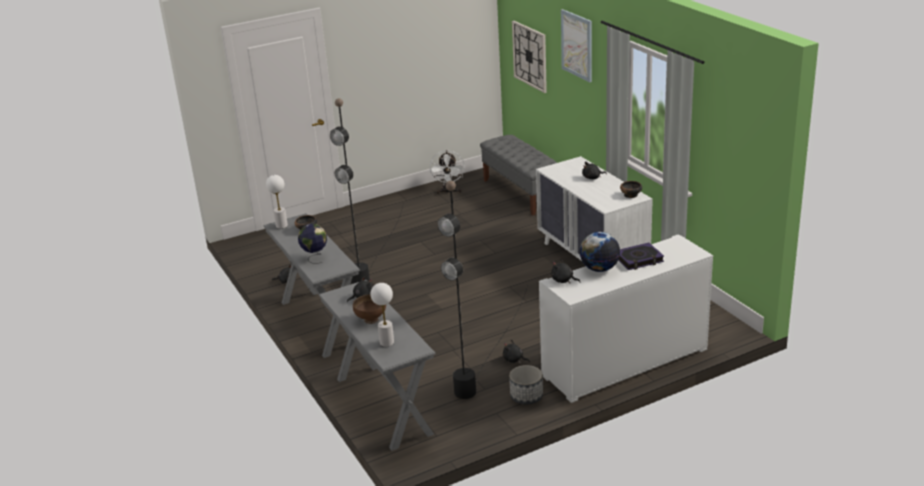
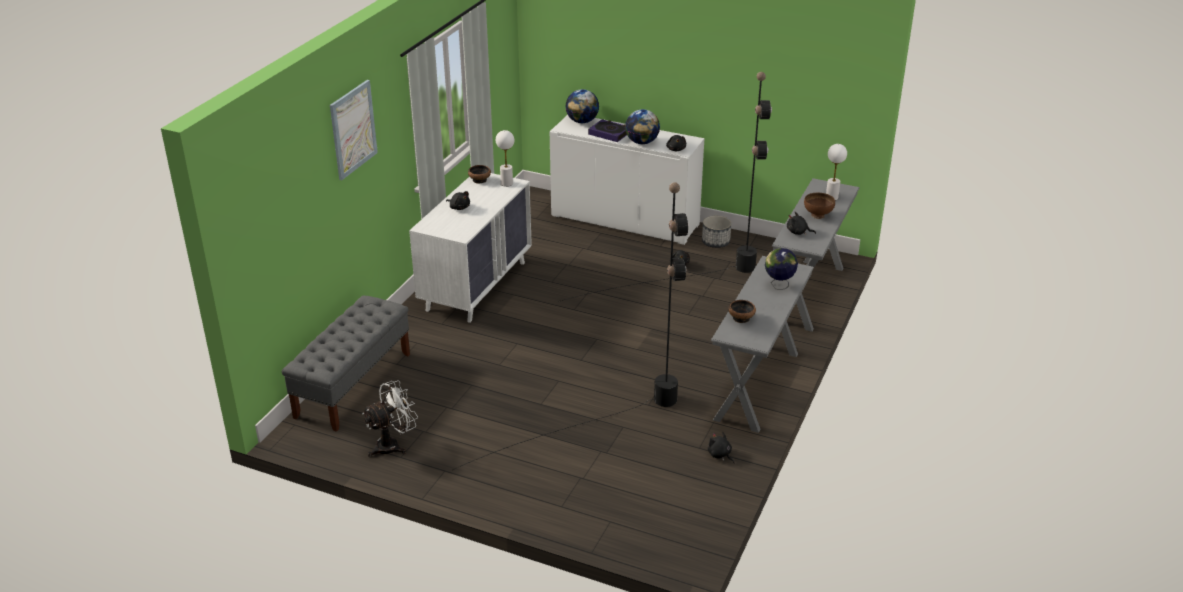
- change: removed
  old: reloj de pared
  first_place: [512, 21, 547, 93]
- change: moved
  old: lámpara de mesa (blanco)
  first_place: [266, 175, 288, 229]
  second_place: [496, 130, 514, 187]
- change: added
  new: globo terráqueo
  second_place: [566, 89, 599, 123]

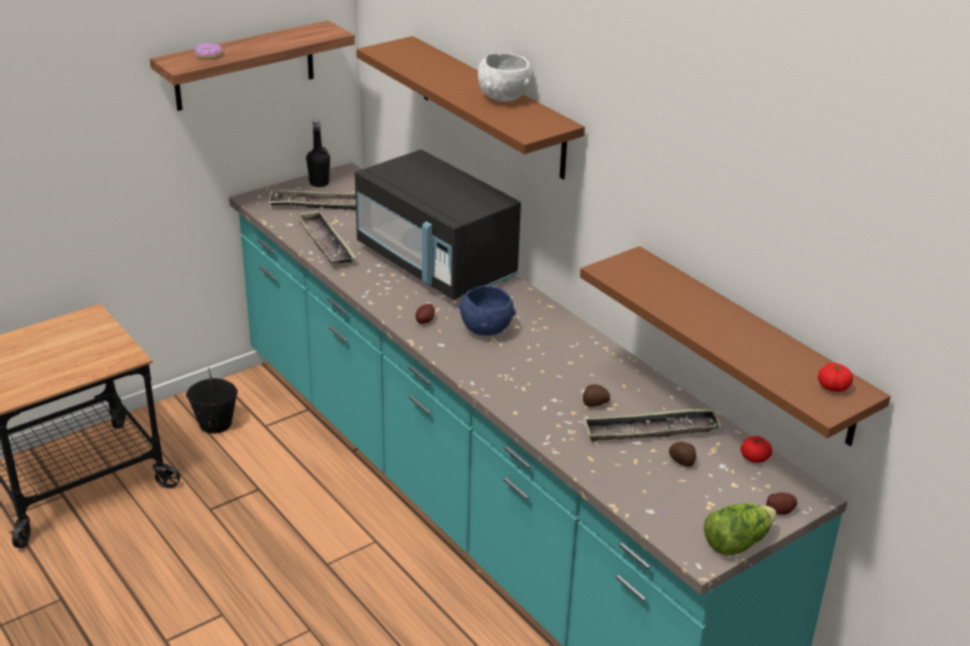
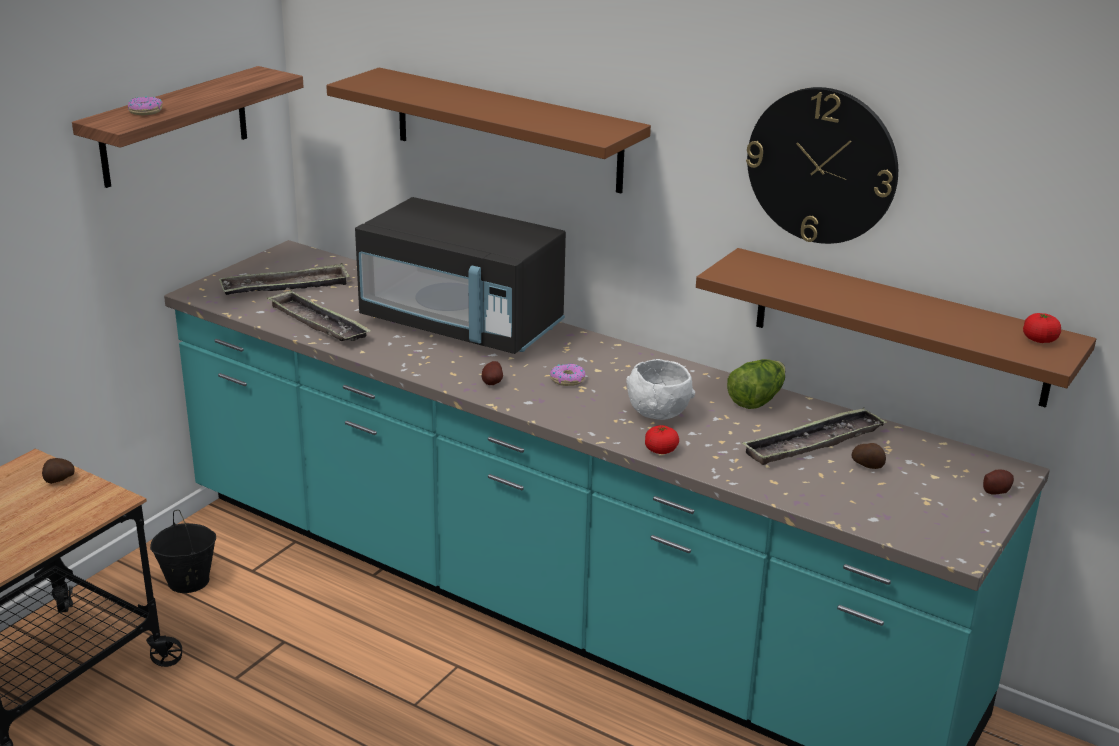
- change: moved
  old: cuenco (blanco)
  first_place: [478, 53, 531, 102]
  second_place: [626, 359, 695, 420]
- change: removed
  old: botella (negro)
  first_place: [306, 119, 330, 187]
- change: replaced
  old: cuenco (azul)
  new: rosquilla
  first_place: [458, 286, 516, 336]
  second_place: [550, 364, 585, 386]
- change: moved
  old: patata
  first_place: [583, 384, 610, 407]
  second_place: [42, 458, 74, 484]
- change: moved
  old: tomate
  first_place: [740, 436, 772, 463]
  second_place: [645, 425, 679, 454]
- change: moved
  old: lechuga
  first_place: [704, 503, 776, 556]
  second_place: [727, 359, 785, 409]
- change: added
  new: reloj de pared
  second_place: [746, 87, 898, 244]

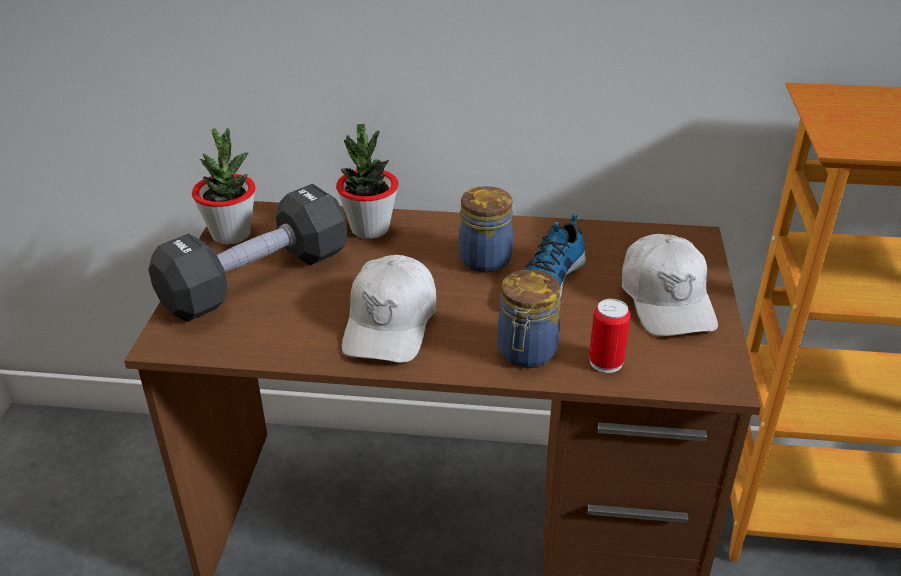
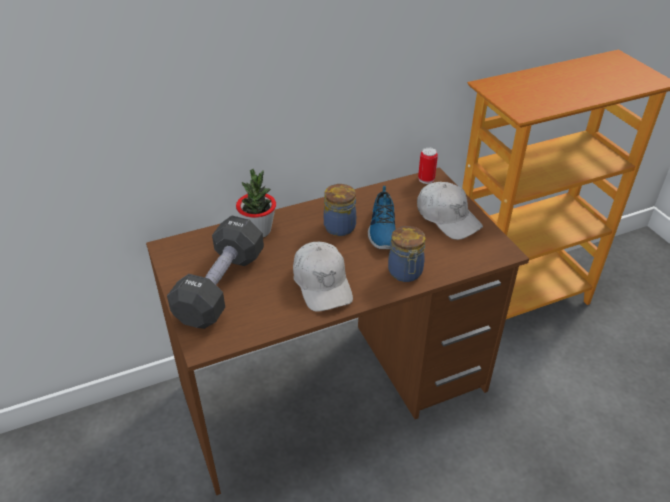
- change: removed
  old: planta en maceta
  first_place: [192, 128, 256, 244]
- change: moved
  old: lata
  first_place: [589, 299, 631, 373]
  second_place: [418, 148, 438, 184]

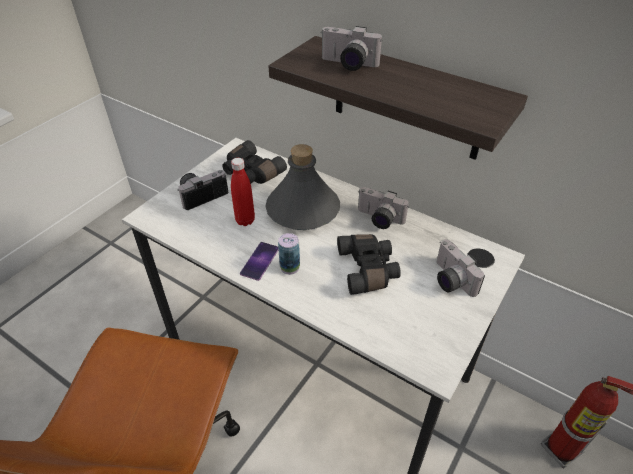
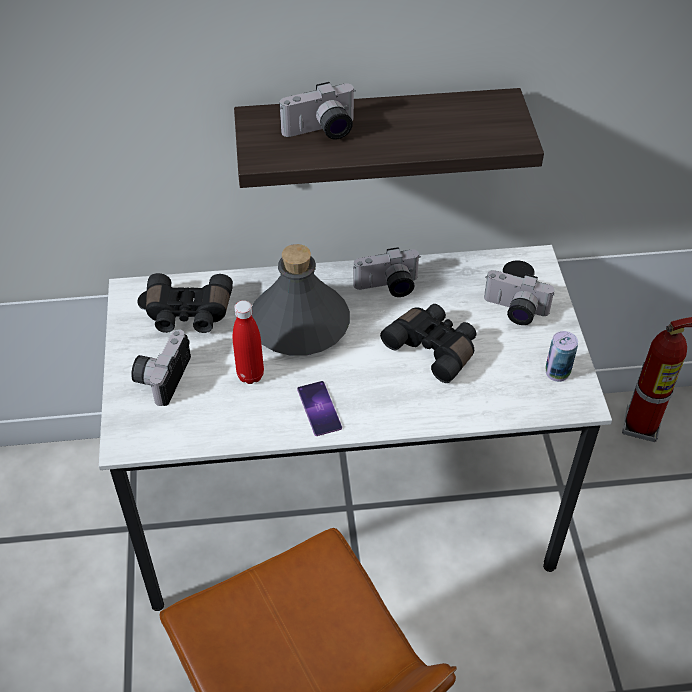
- change: moved
  old: lata
  first_place: [278, 233, 300, 275]
  second_place: [545, 331, 578, 382]

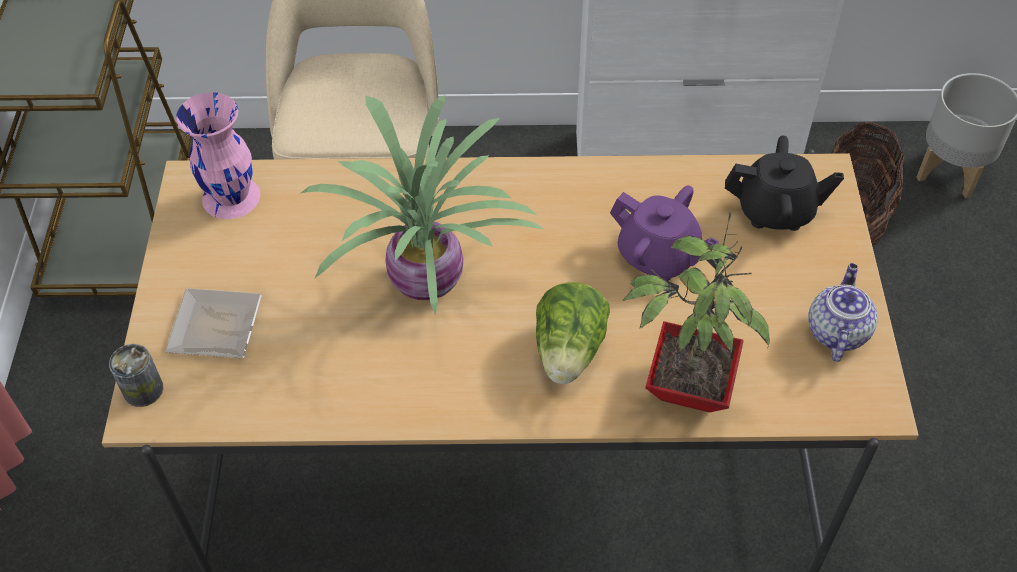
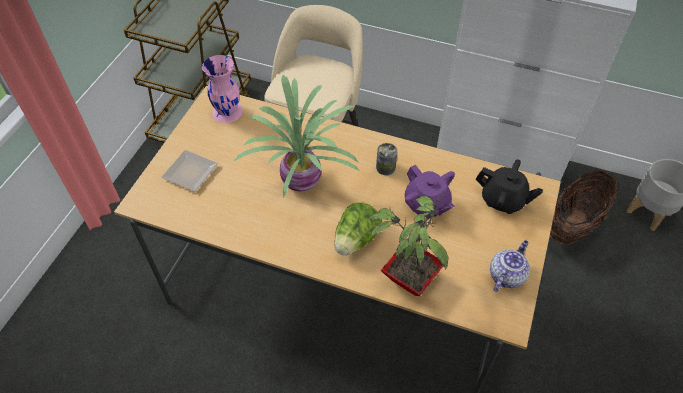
- change: moved
  old: lata
  first_place: [109, 344, 163, 407]
  second_place: [376, 143, 398, 175]

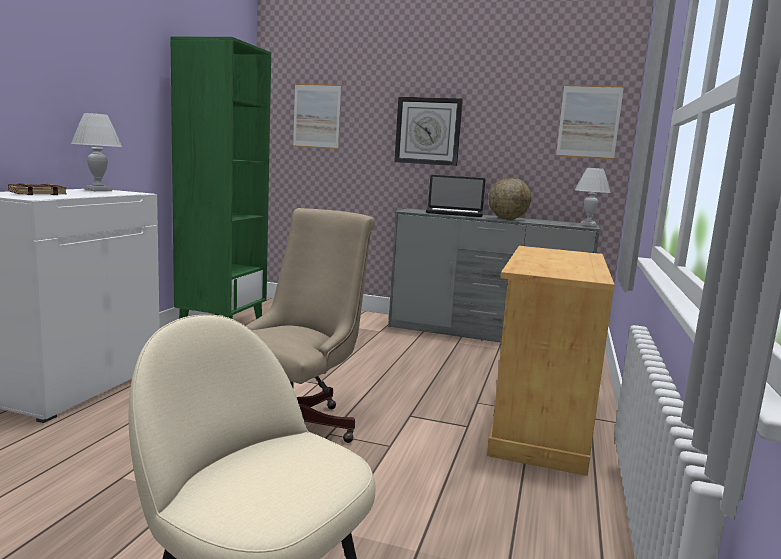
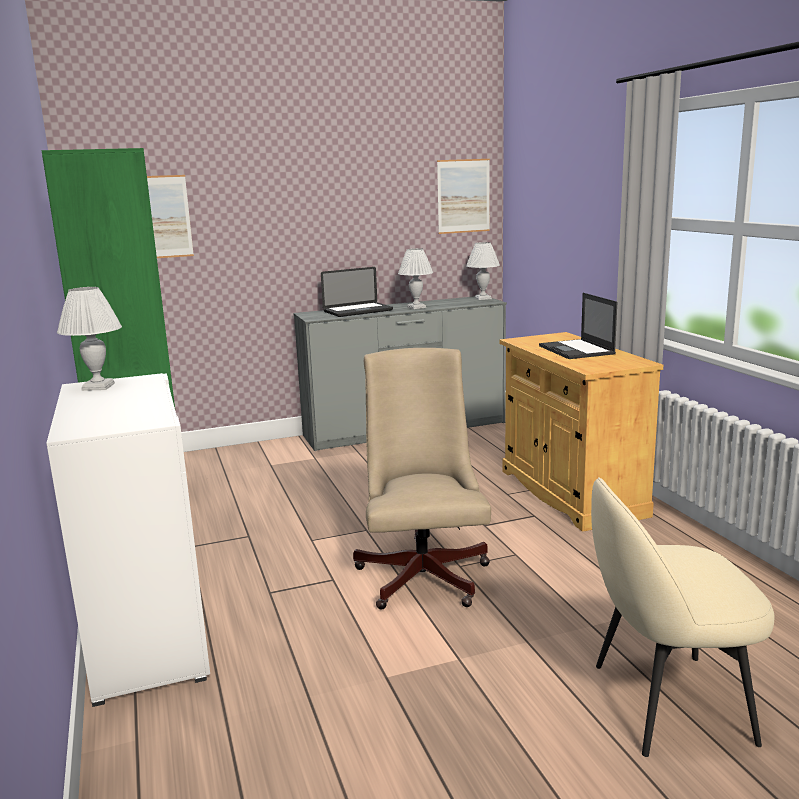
- change: removed
  old: reloj de pared
  first_place: [394, 97, 463, 166]
- change: replaced
  old: globo terráqueo
  new: lámpara de mesa (blanco)
  first_place: [489, 177, 531, 220]
  second_place: [398, 248, 433, 309]
- change: removed
  old: libro (marrón)
  first_place: [8, 183, 67, 195]
- change: added
  new: portátil
  second_place: [539, 293, 617, 359]

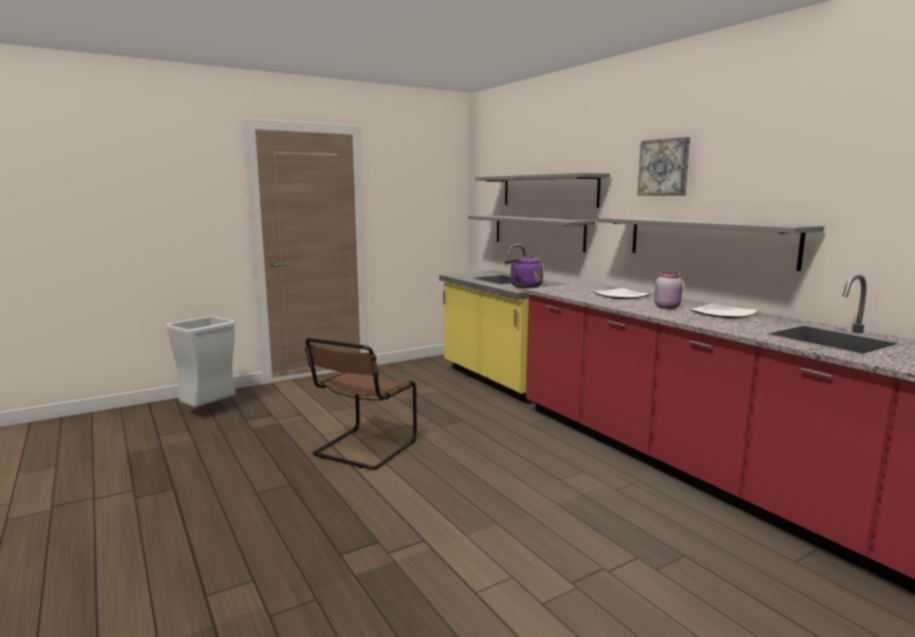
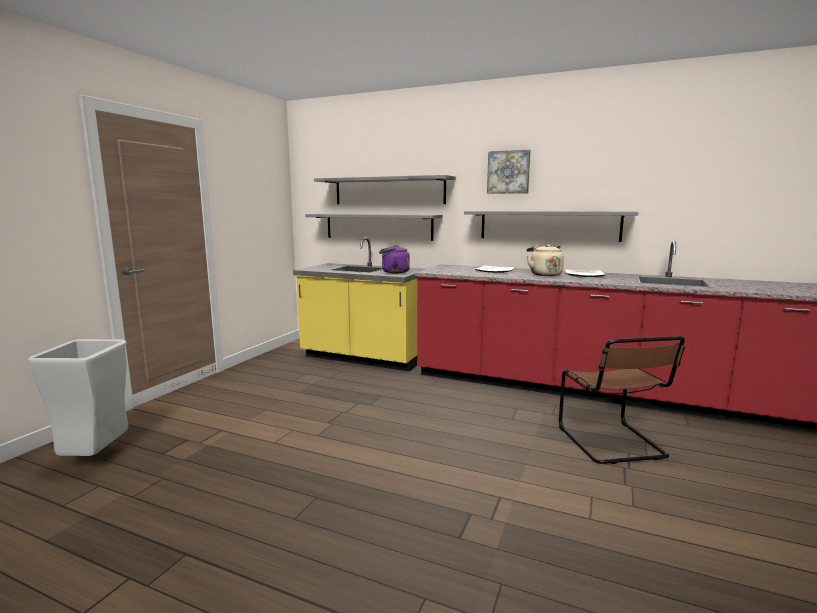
- change: replaced
  old: tarro (rosa)
  new: hervidor (beis)
  first_place: [654, 272, 683, 309]
  second_place: [527, 244, 564, 276]
- change: moved
  old: silla (marrón)
  first_place: [305, 338, 417, 470]
  second_place: [559, 336, 685, 464]

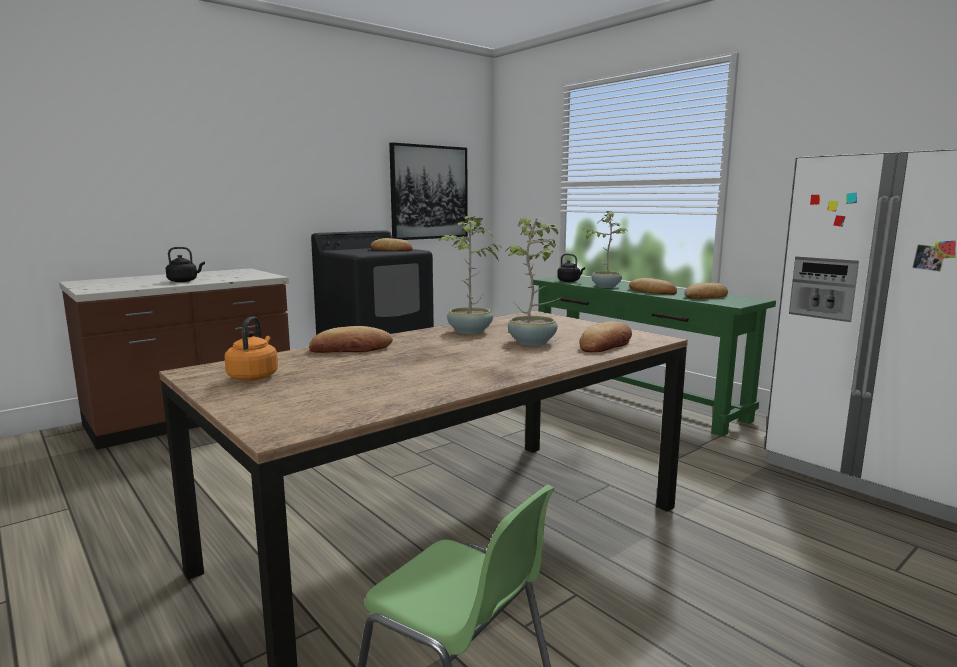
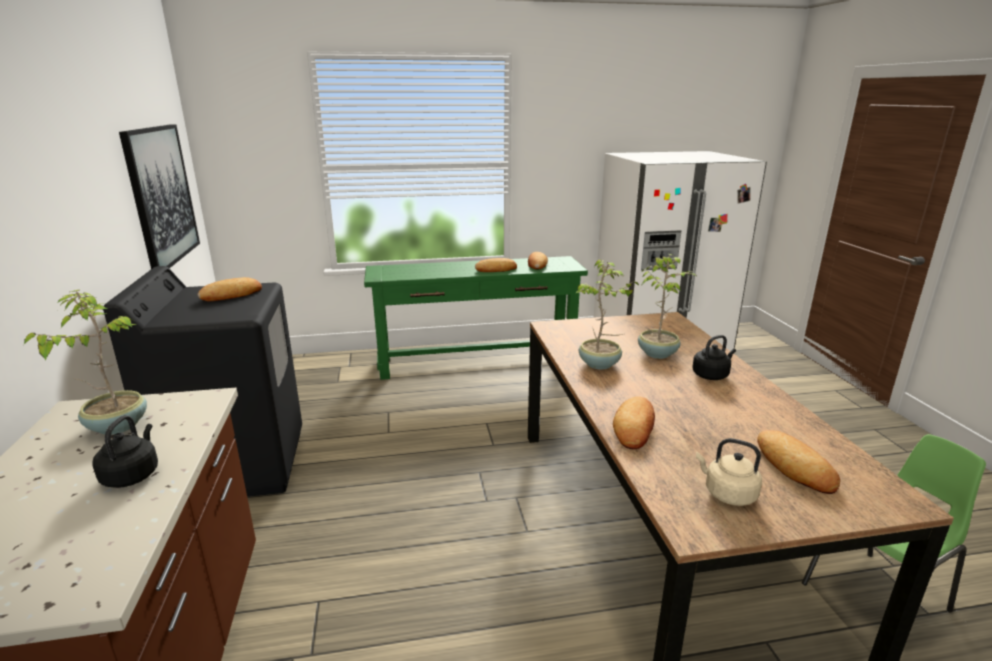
- change: moved
  old: planta en maceta
  first_place: [584, 211, 627, 288]
  second_place: [24, 289, 147, 435]
- change: moved
  old: hervidor (negro)
  first_place: [557, 254, 585, 282]
  second_place: [692, 335, 736, 380]
- change: recoloured
  old: hervidor (naranja)
  new: hervidor (beis)
  first_place: [224, 316, 278, 381]
  second_place: [696, 438, 762, 506]
- change: moved
  old: pan
  first_place: [579, 321, 632, 352]
  second_place: [758, 430, 840, 494]

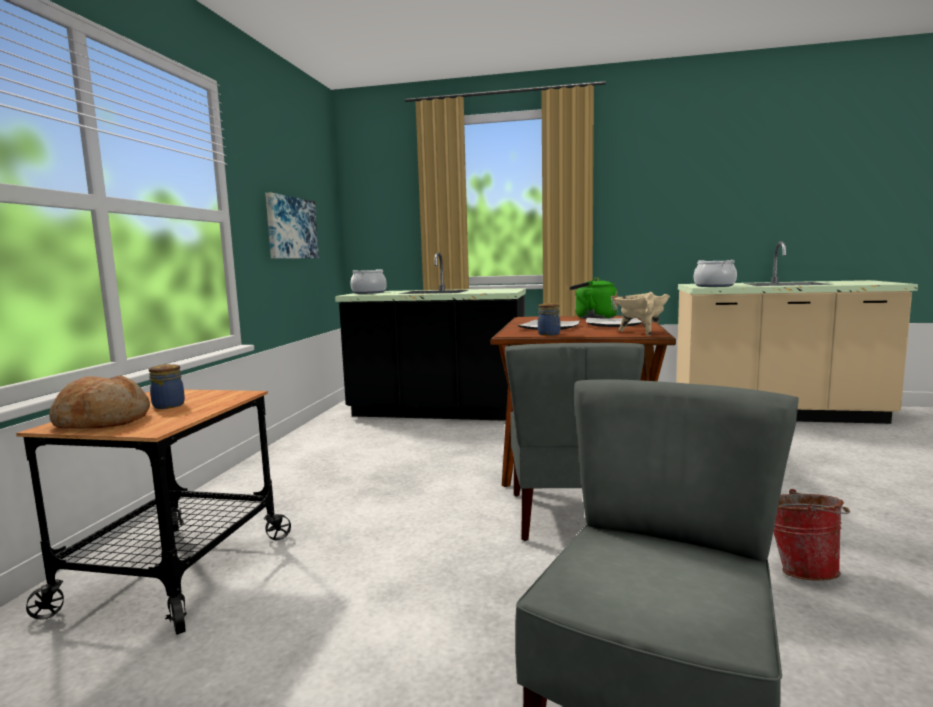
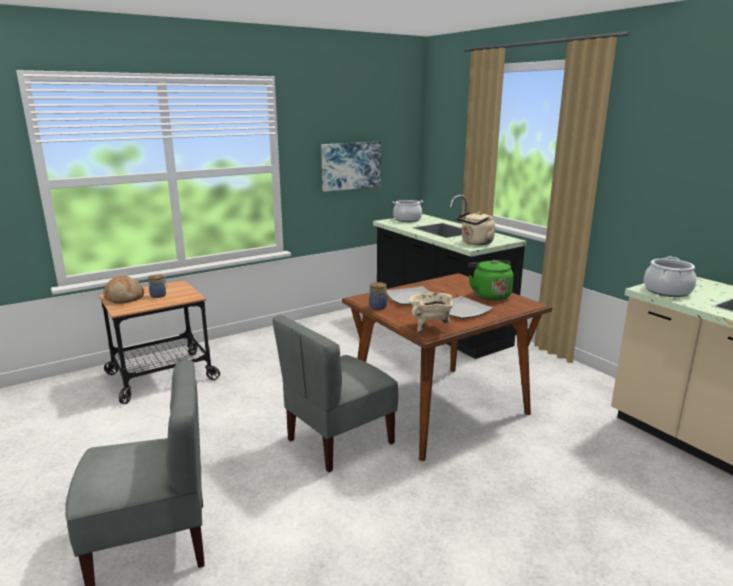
- change: removed
  old: cubo
  first_place: [773, 489, 850, 581]
- change: added
  new: hervidor (beis)
  second_place: [456, 212, 496, 245]

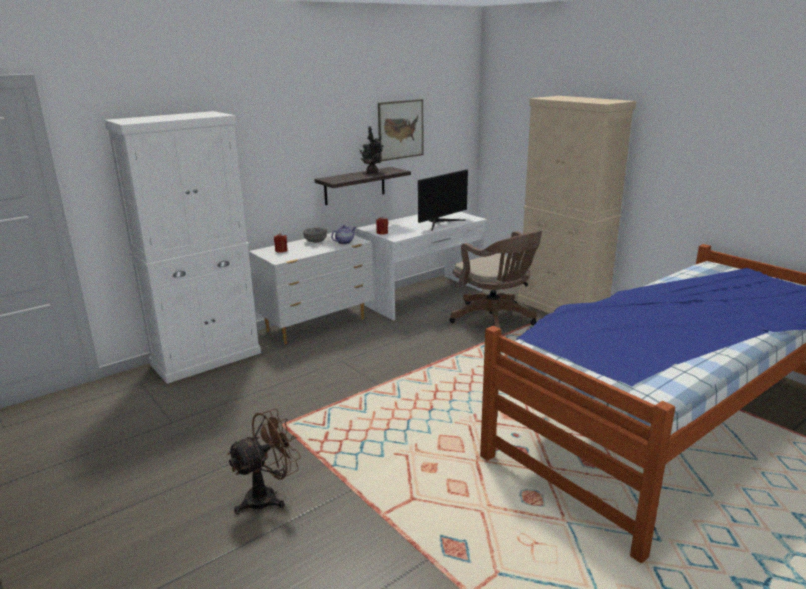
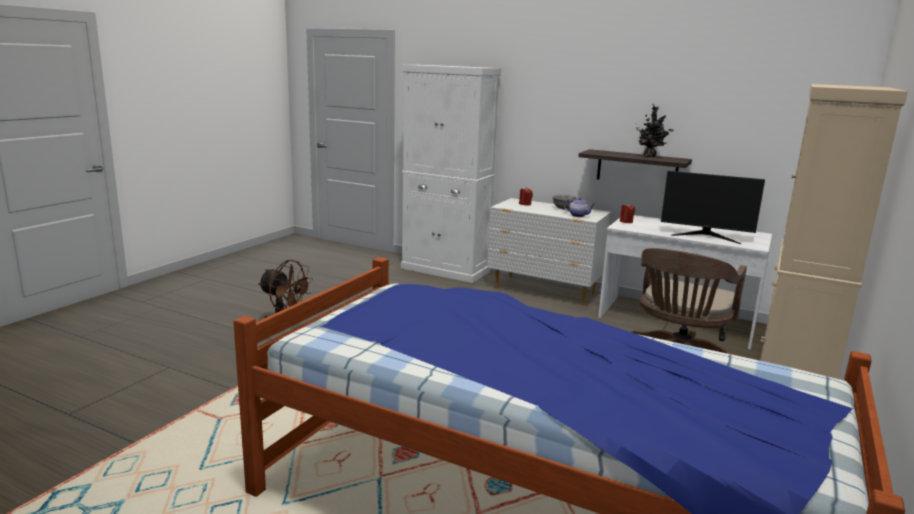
- change: removed
  old: cuadro
  first_place: [378, 99, 423, 161]

